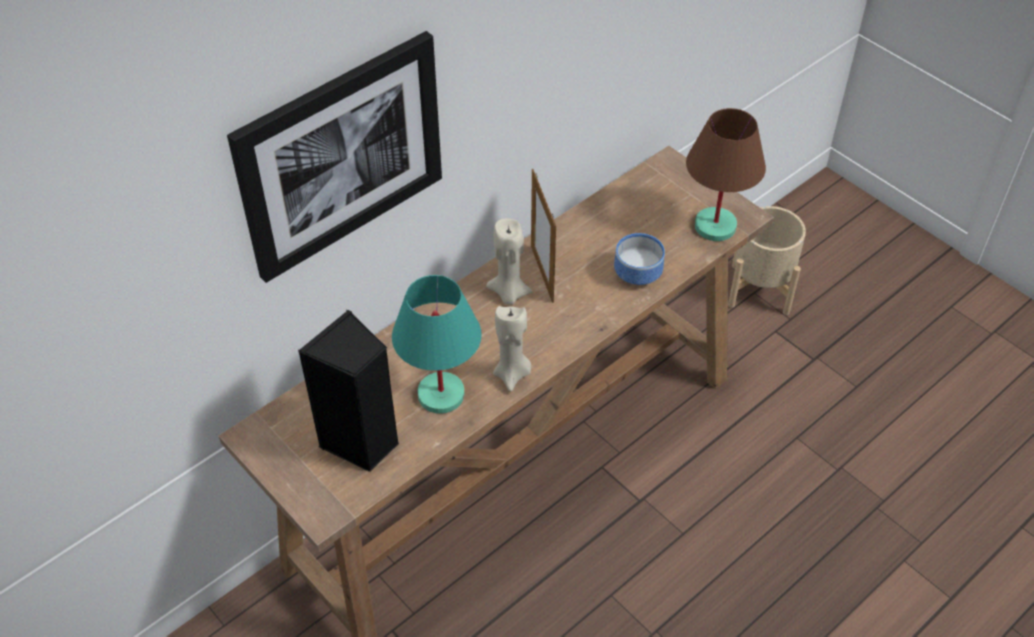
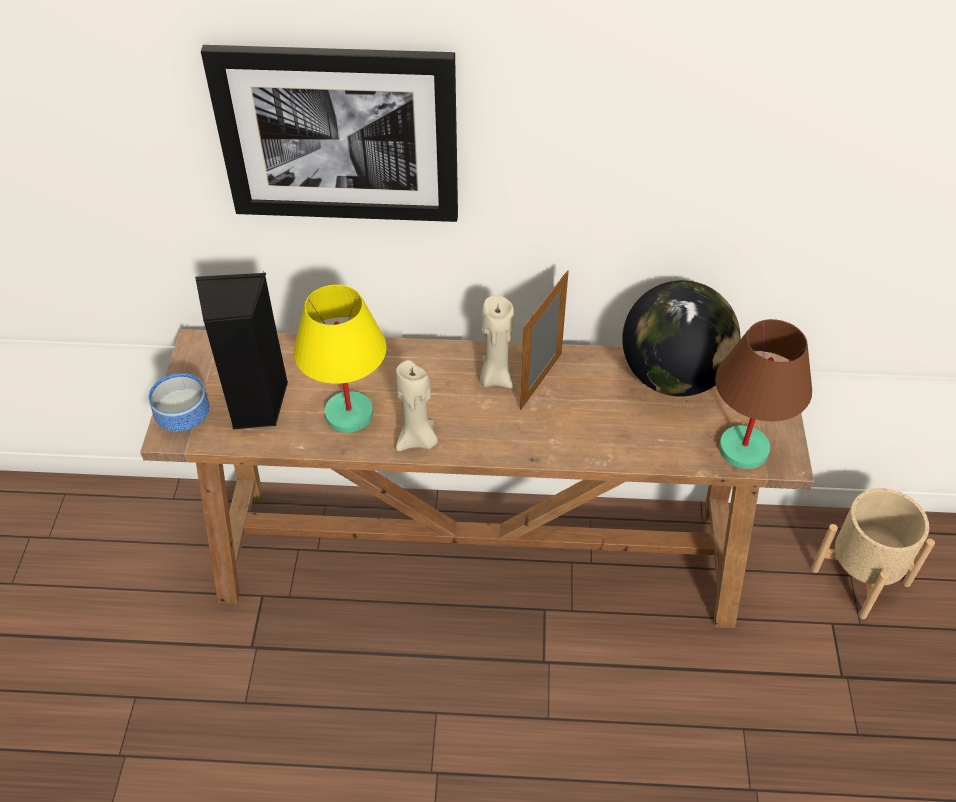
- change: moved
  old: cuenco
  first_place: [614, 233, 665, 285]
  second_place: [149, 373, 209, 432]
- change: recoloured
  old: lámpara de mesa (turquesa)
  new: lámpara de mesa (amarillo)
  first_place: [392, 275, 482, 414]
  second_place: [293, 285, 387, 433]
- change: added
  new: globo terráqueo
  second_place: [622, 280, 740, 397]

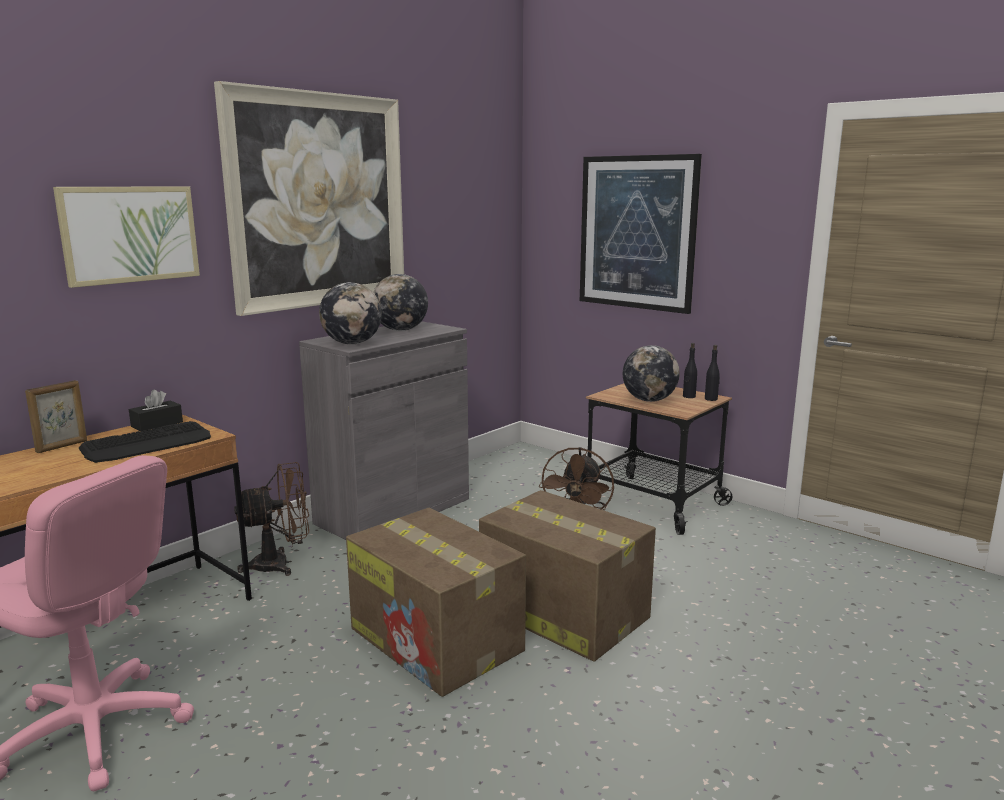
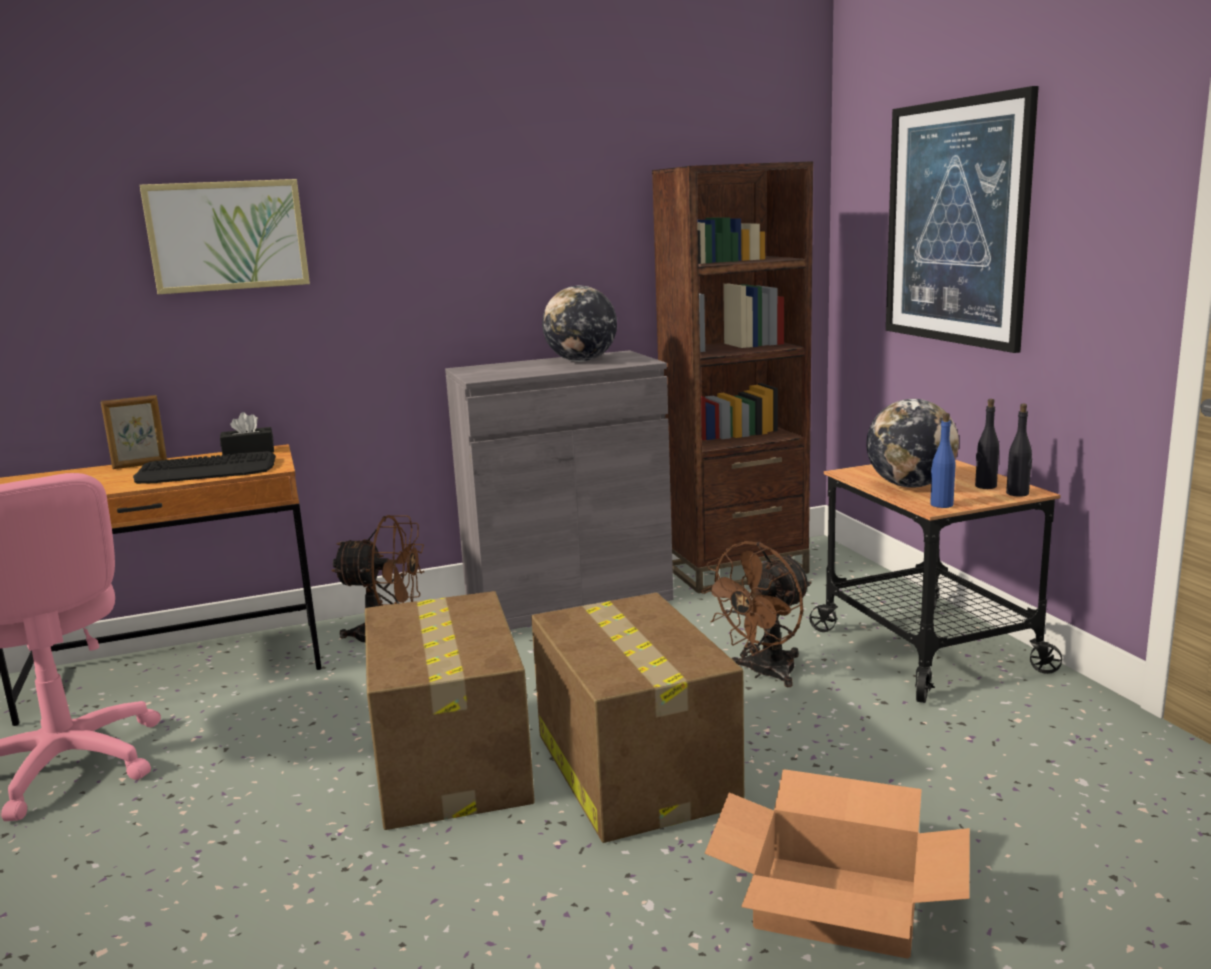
- change: removed
  old: cuadro
  first_place: [214, 81, 404, 316]
- change: removed
  old: globo terráqueo
  first_place: [319, 282, 382, 344]
- change: added
  new: estantería (marrón)
  second_place: [652, 161, 813, 593]
- change: added
  new: botella (azul)
  second_place: [930, 413, 955, 508]
- change: added
  new: caja de cartón
  second_place: [704, 769, 970, 959]

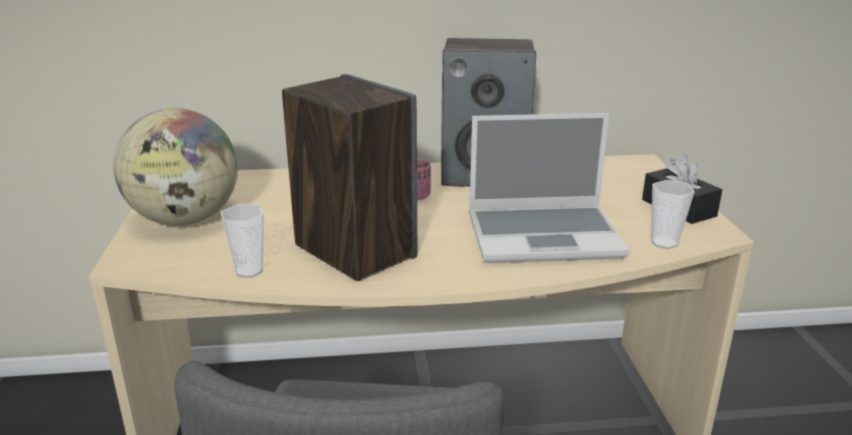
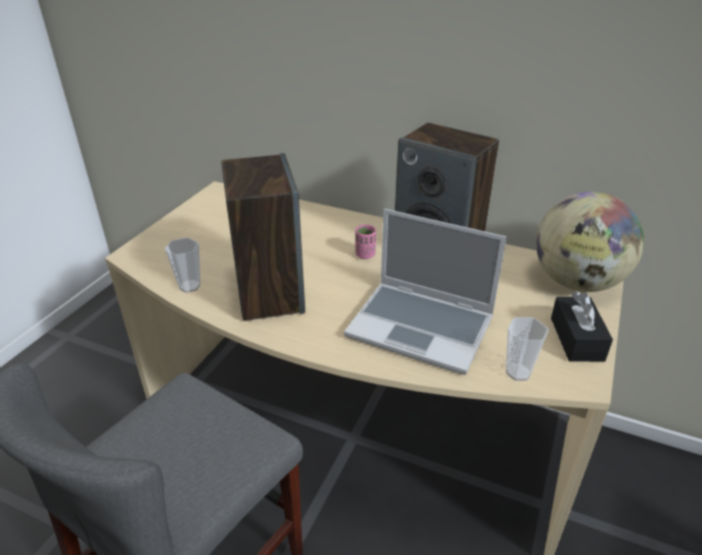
- change: moved
  old: globo terráqueo
  first_place: [114, 108, 238, 226]
  second_place: [536, 192, 644, 292]

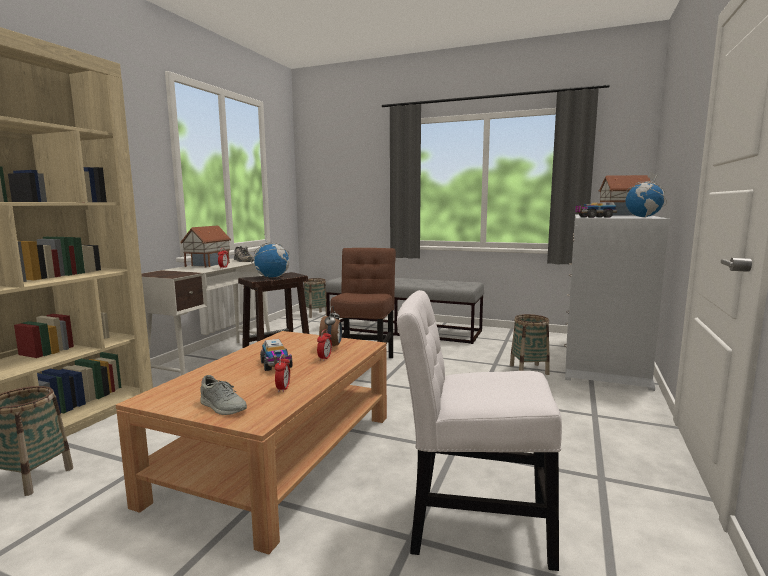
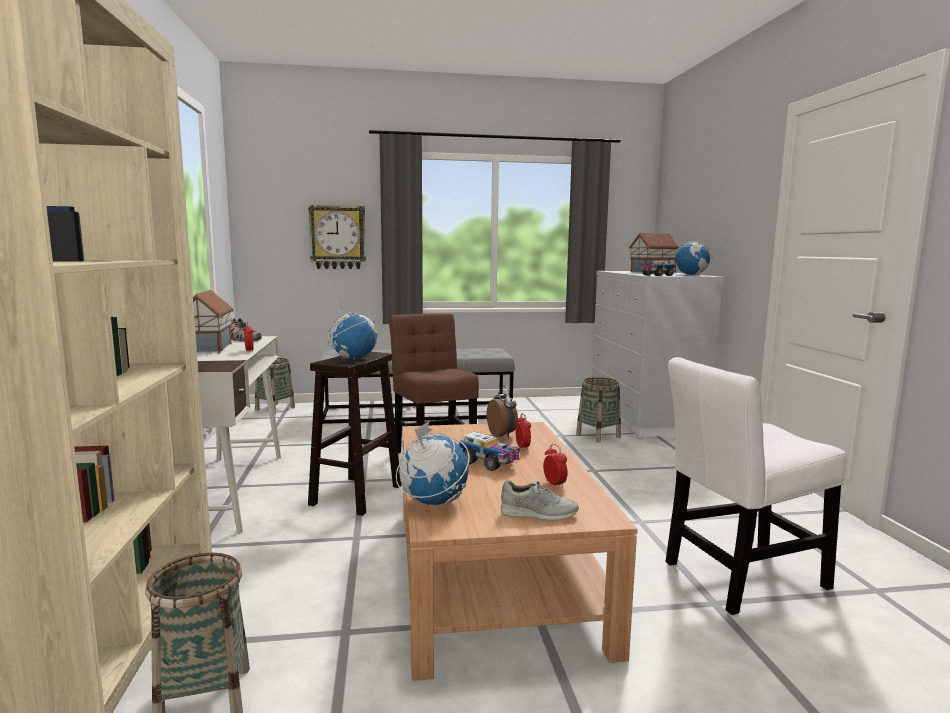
- change: added
  new: reloj de pared
  second_place: [308, 205, 366, 269]
- change: added
  new: globo terráqueo
  second_place: [396, 421, 469, 505]

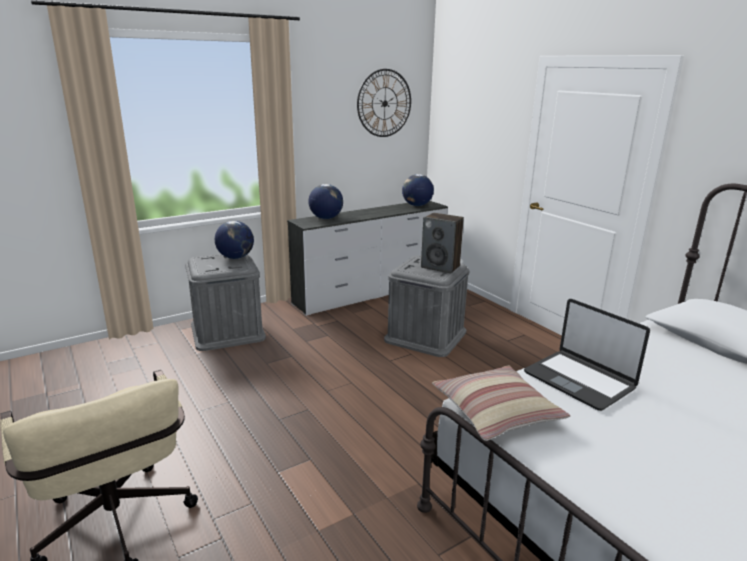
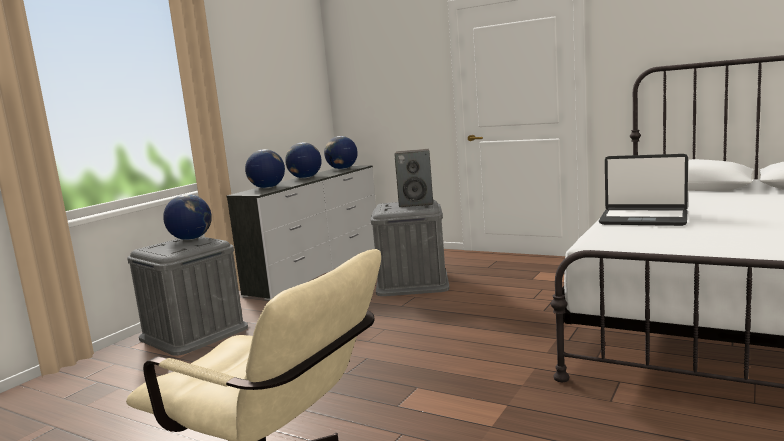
- change: removed
  old: reloj de pared
  first_place: [357, 69, 411, 137]
- change: removed
  old: cojín
  first_place: [432, 365, 570, 441]
- change: added
  new: globo terráqueo
  second_place: [285, 142, 322, 178]

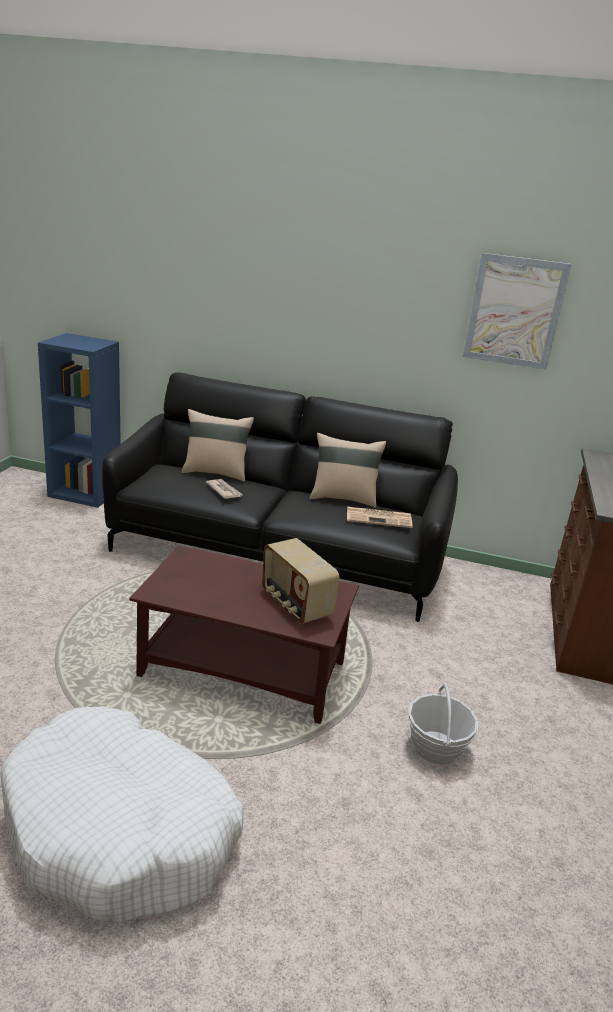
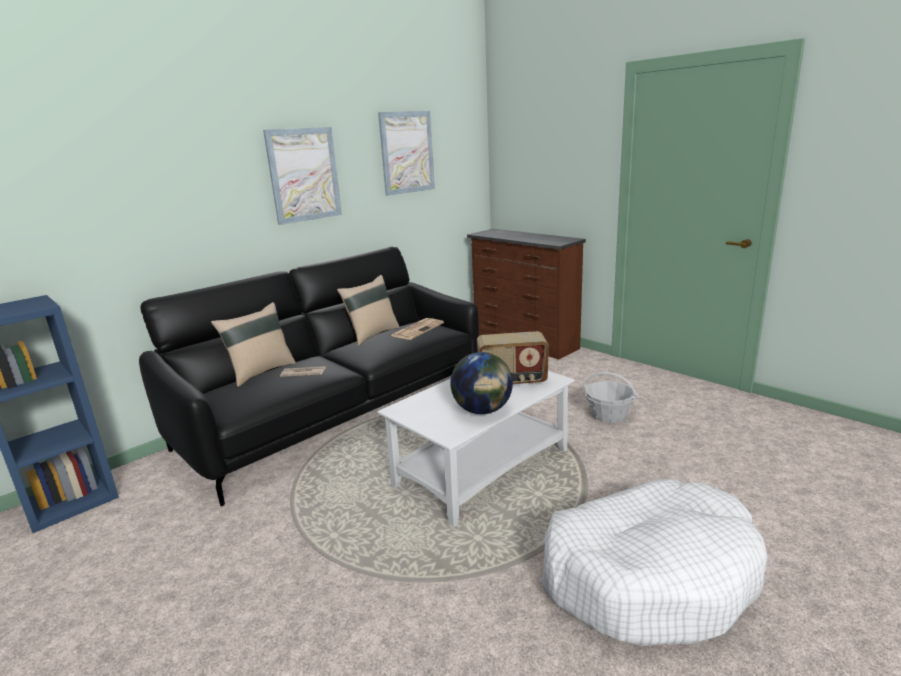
- change: recoloured
  old: mesa de centro (marrón)
  new: mesa de centro (blanco)
  first_place: [129, 546, 359, 724]
  second_place: [377, 371, 575, 527]
- change: added
  new: cuadro
  second_place: [263, 127, 342, 225]
- change: added
  new: globo terráqueo
  second_place: [450, 352, 513, 414]

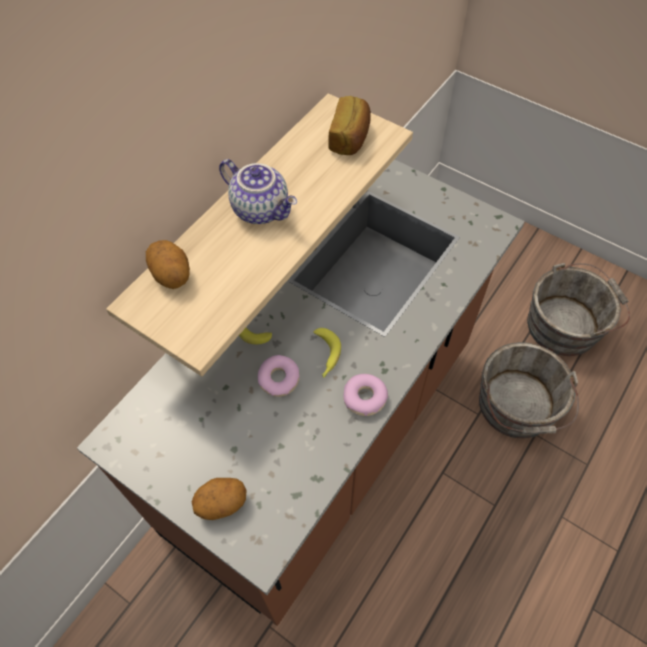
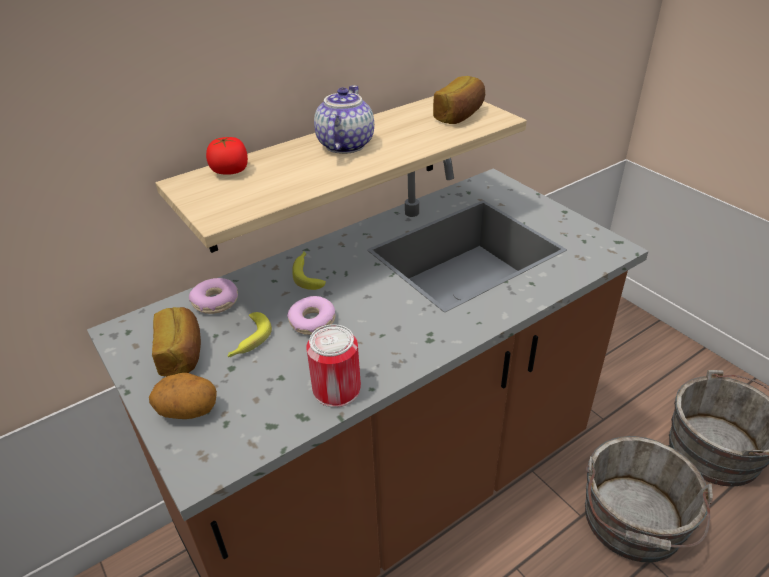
- change: turned
  old: tetera
  first_place: [219, 159, 297, 224]
  second_place: [314, 85, 374, 154]
  degrees: -135
- change: replaced
  old: patata
  new: tomate
  first_place: [146, 240, 190, 289]
  second_place: [206, 137, 248, 175]
- change: moved
  old: plátano
  first_place: [313, 328, 341, 378]
  second_place: [228, 312, 272, 357]
- change: moved
  old: rosquilla
  first_place: [343, 374, 388, 416]
  second_place: [189, 278, 238, 314]
- change: added
  new: pan
  second_place: [152, 307, 201, 377]
- change: added
  new: lata
  second_place: [306, 324, 361, 408]

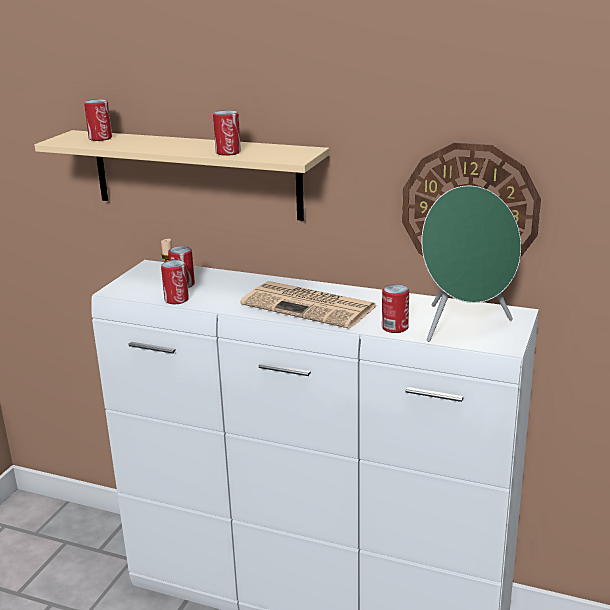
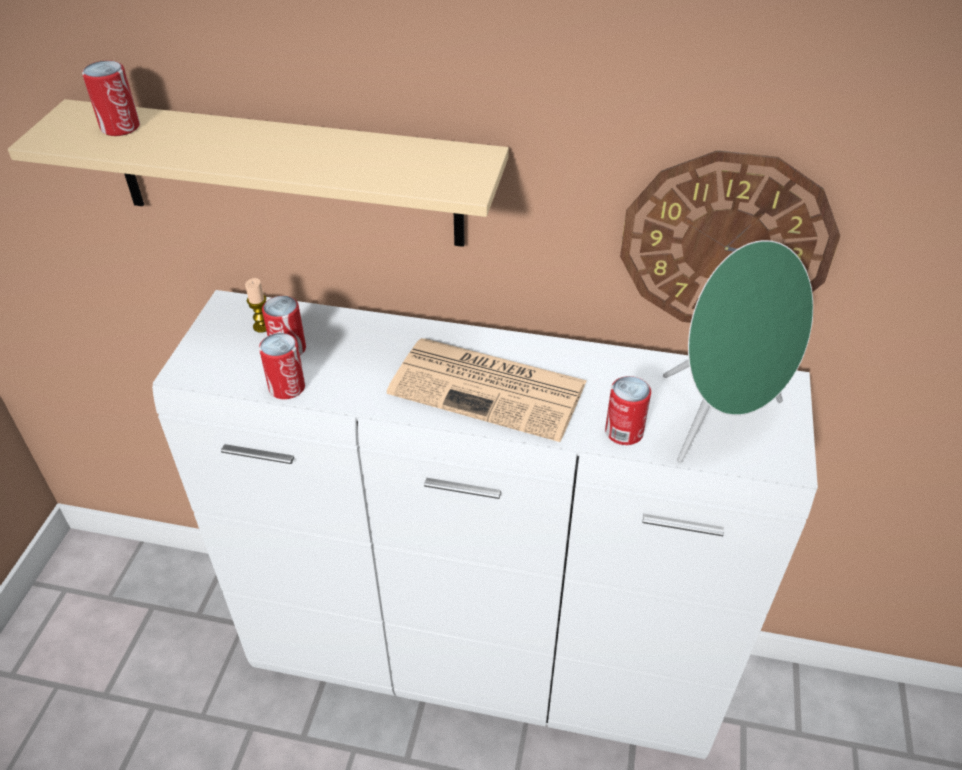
- change: removed
  old: lata
  first_place: [213, 110, 241, 156]

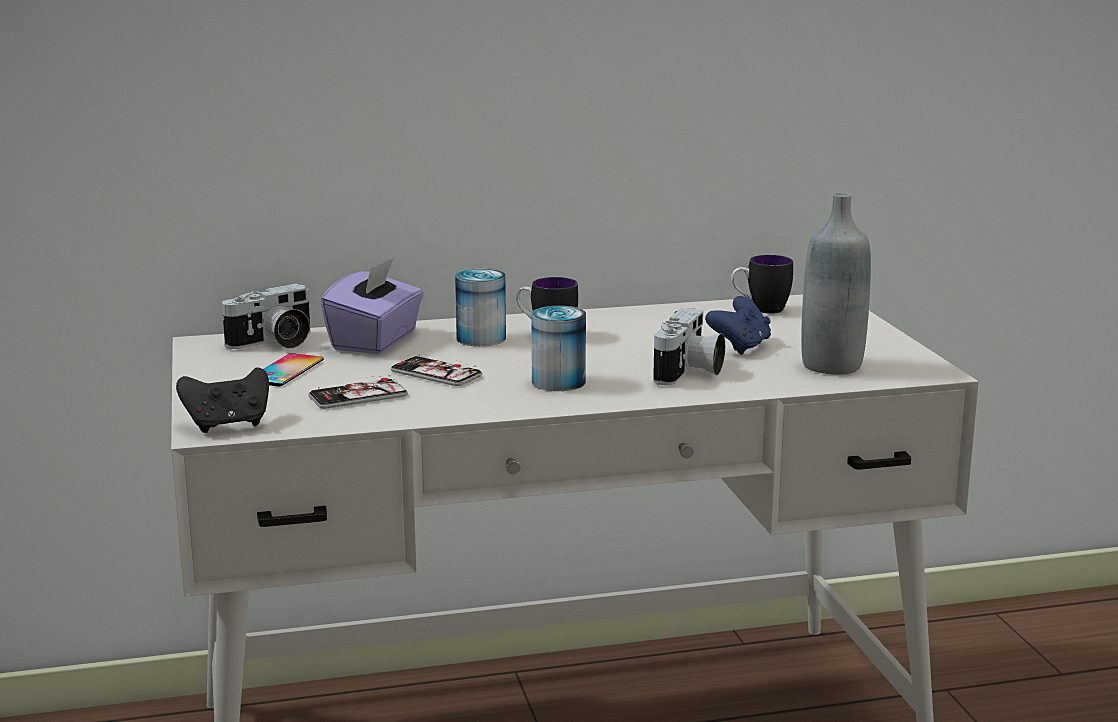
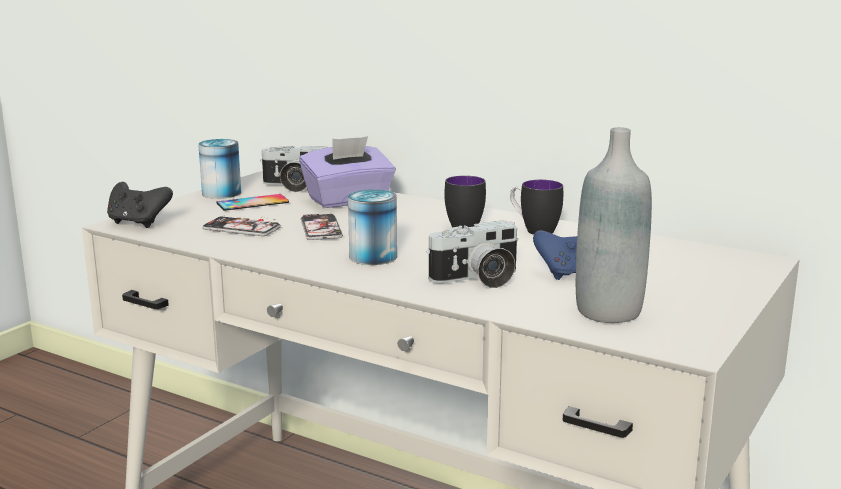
- change: moved
  old: taza grande
  first_place: [731, 255, 793, 314]
  second_place: [510, 180, 563, 235]
- change: moved
  old: lata
  first_place: [455, 269, 506, 346]
  second_place: [198, 139, 241, 199]

